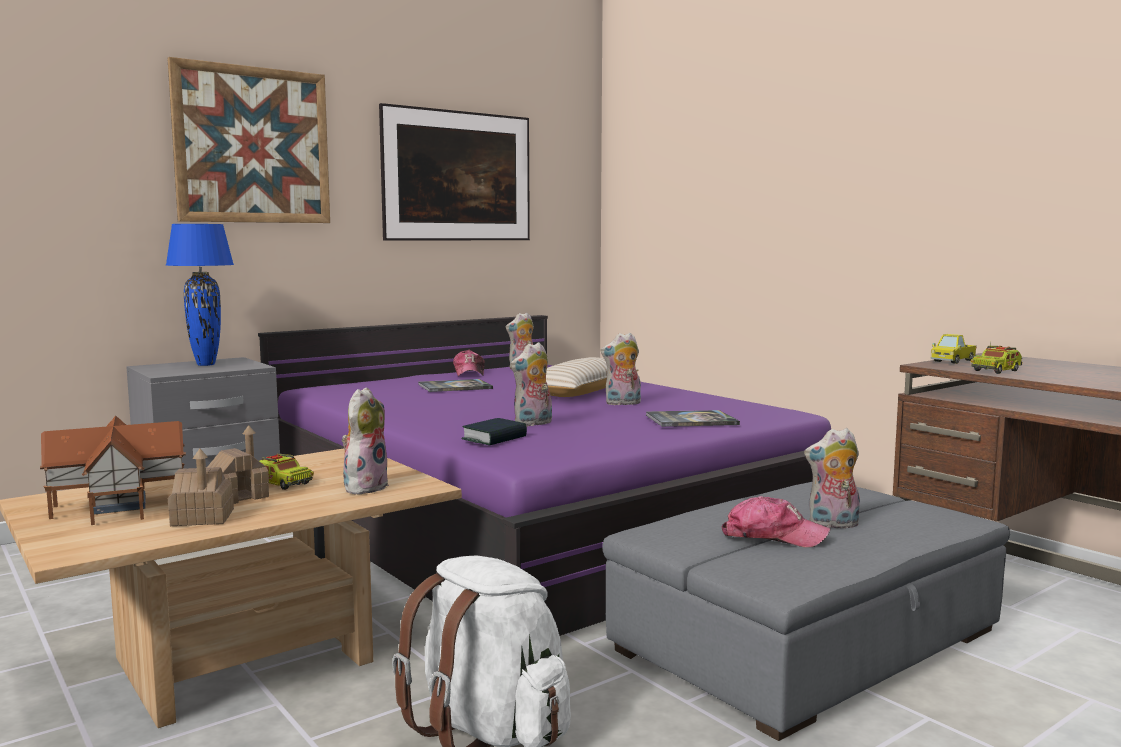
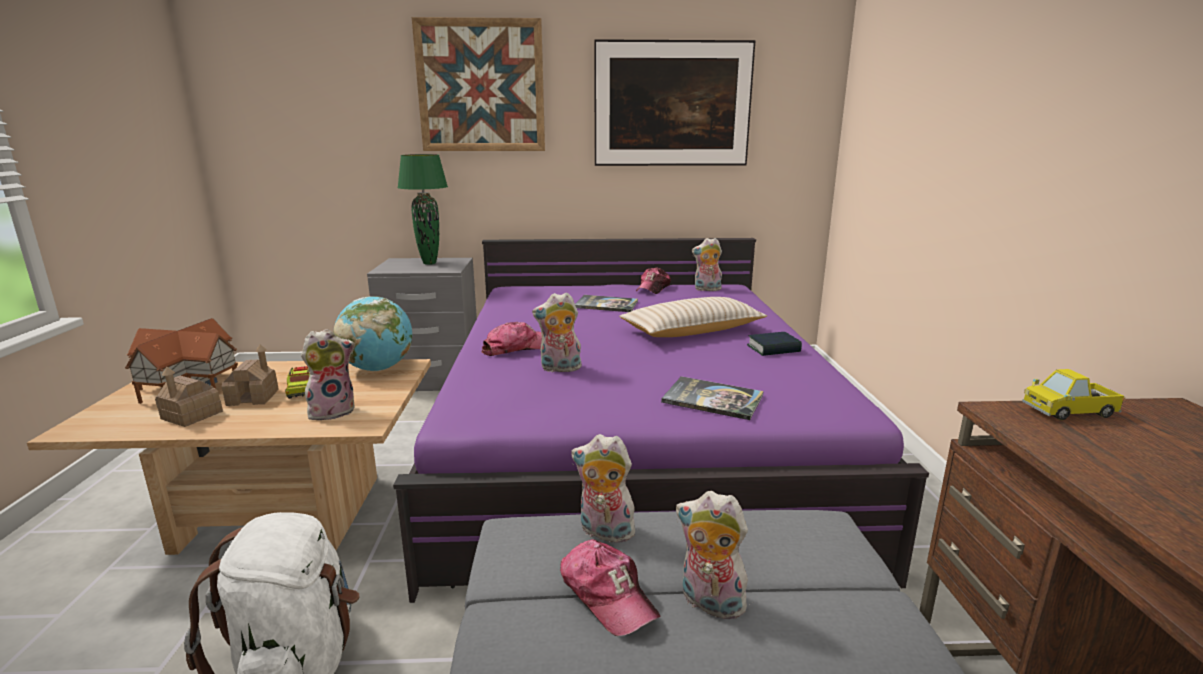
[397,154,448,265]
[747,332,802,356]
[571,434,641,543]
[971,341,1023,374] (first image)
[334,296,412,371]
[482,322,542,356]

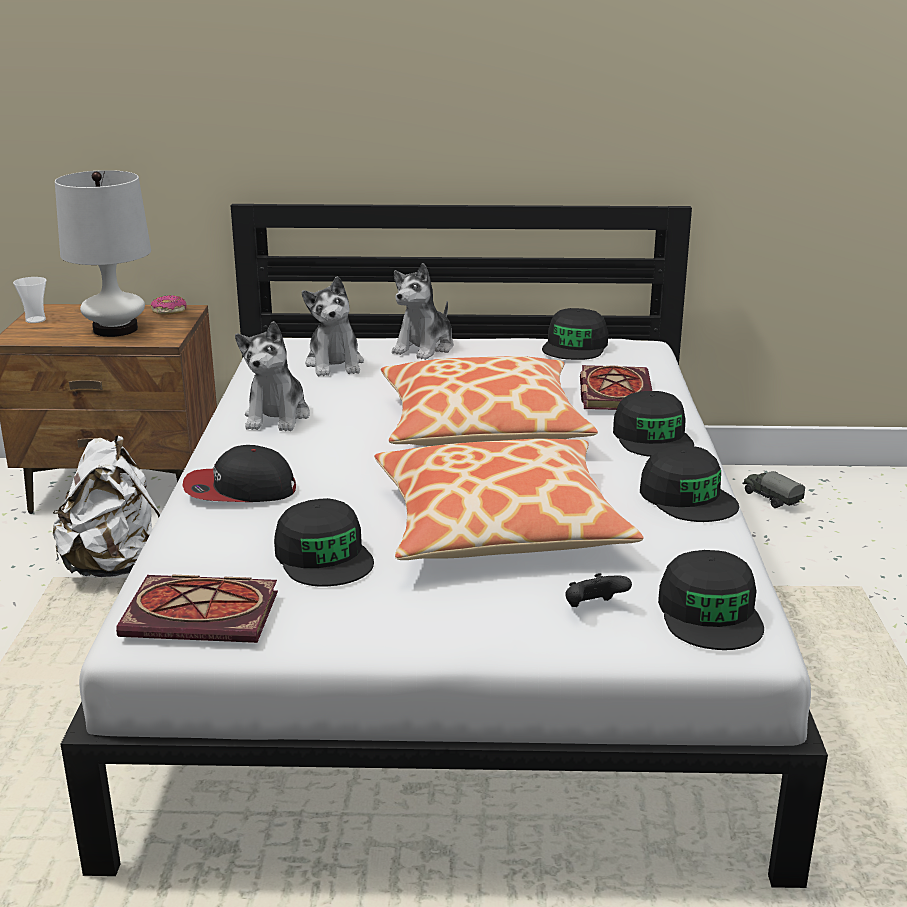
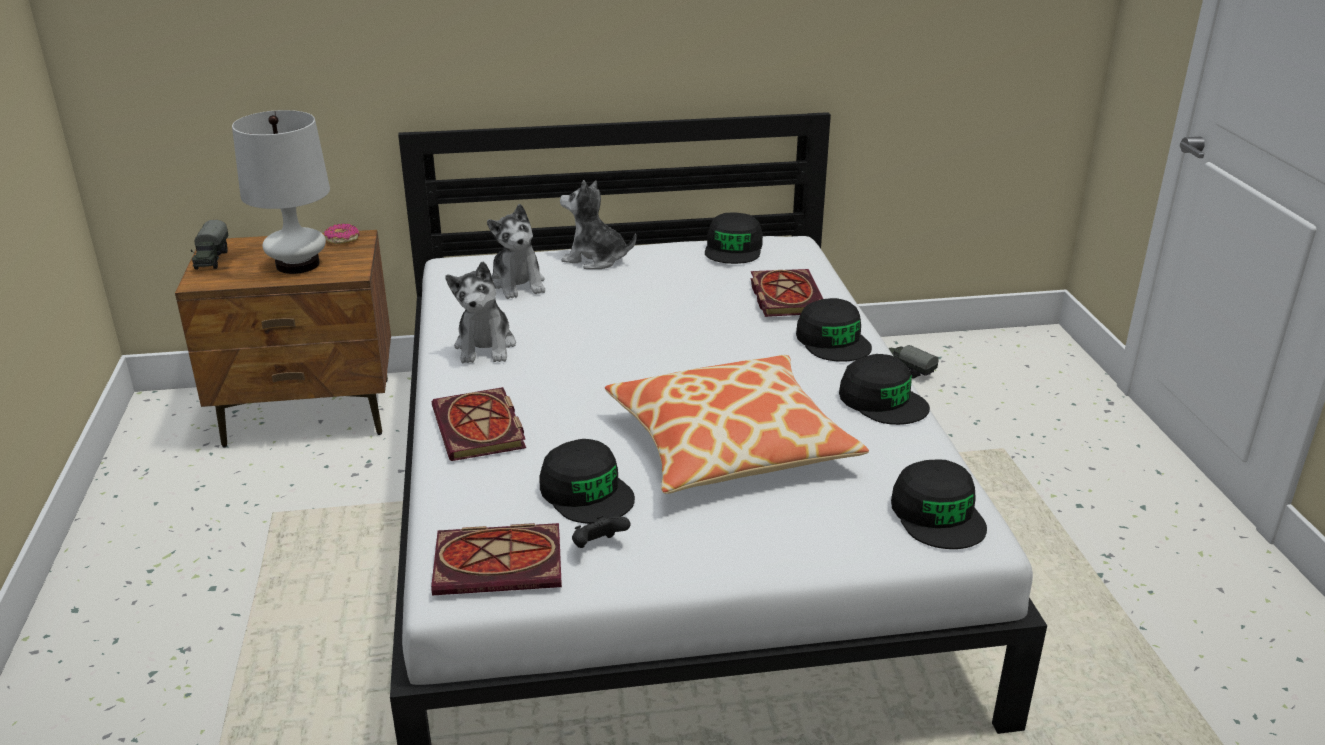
[191,220,228,270]
[53,435,161,577] (first image)
[432,387,526,461]
[381,356,598,446] (first image)
[560,180,636,269]
[572,515,630,548]

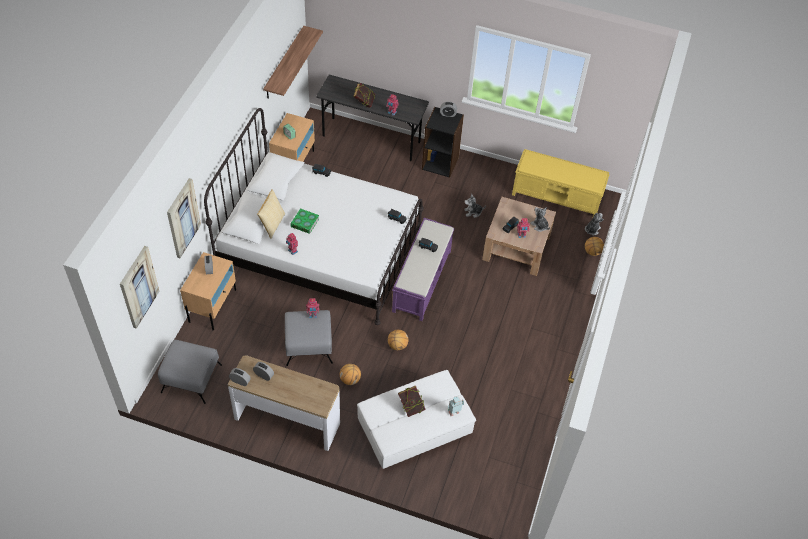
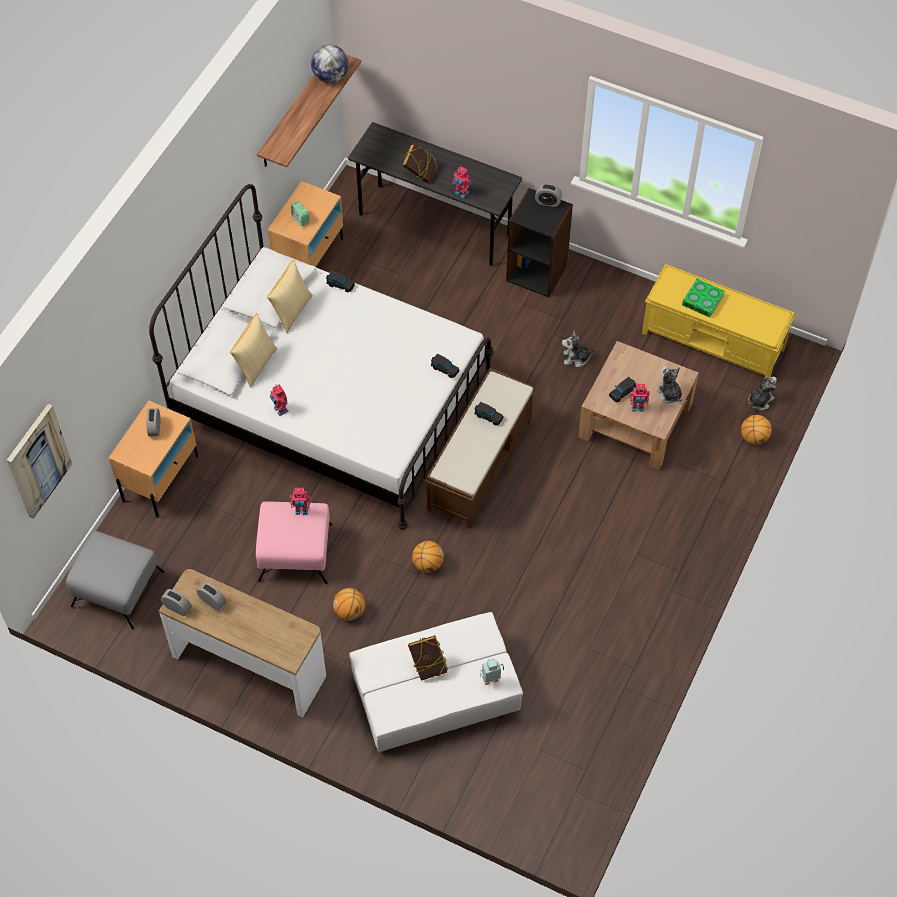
[167,178,201,258] (first image)
[256,501,332,584]
[682,279,724,318]
[425,368,535,529]
[267,260,313,333]
[311,44,349,83]

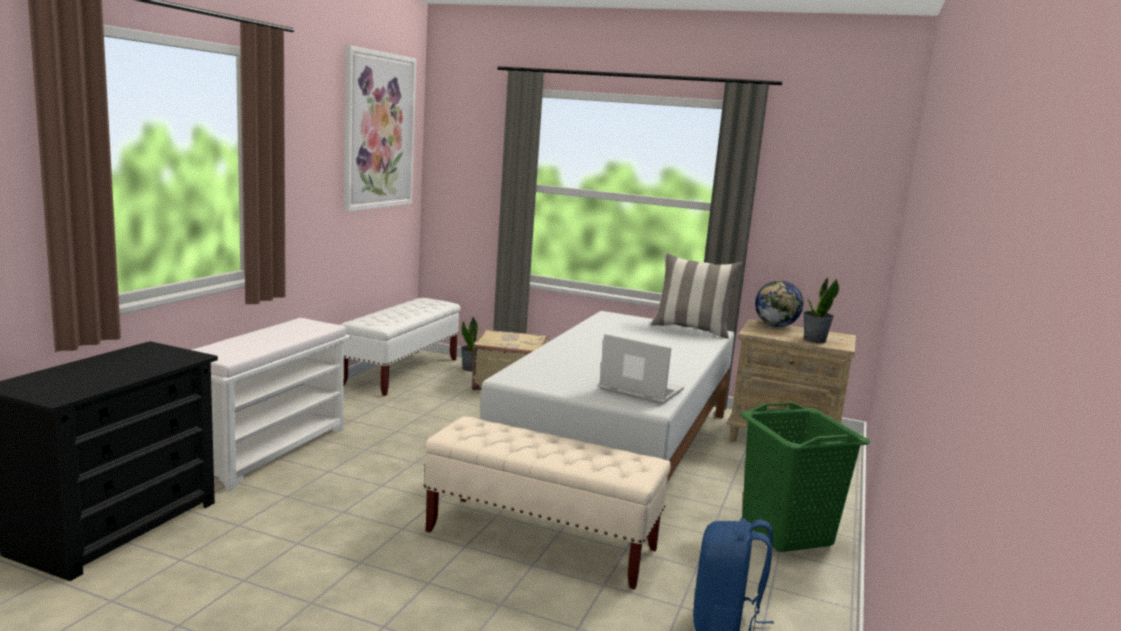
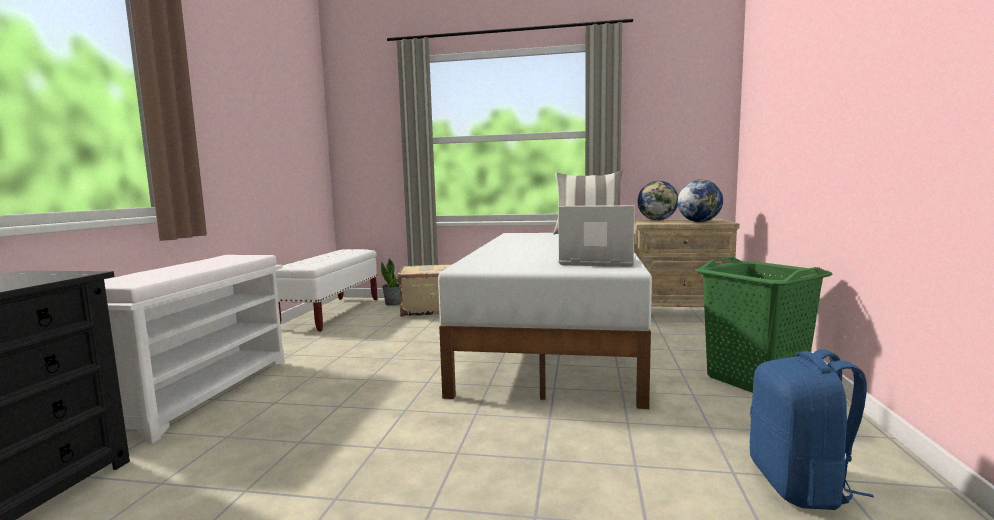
[344,45,417,212] (first image)
[424,416,671,589] (first image)
[677,180,723,222]

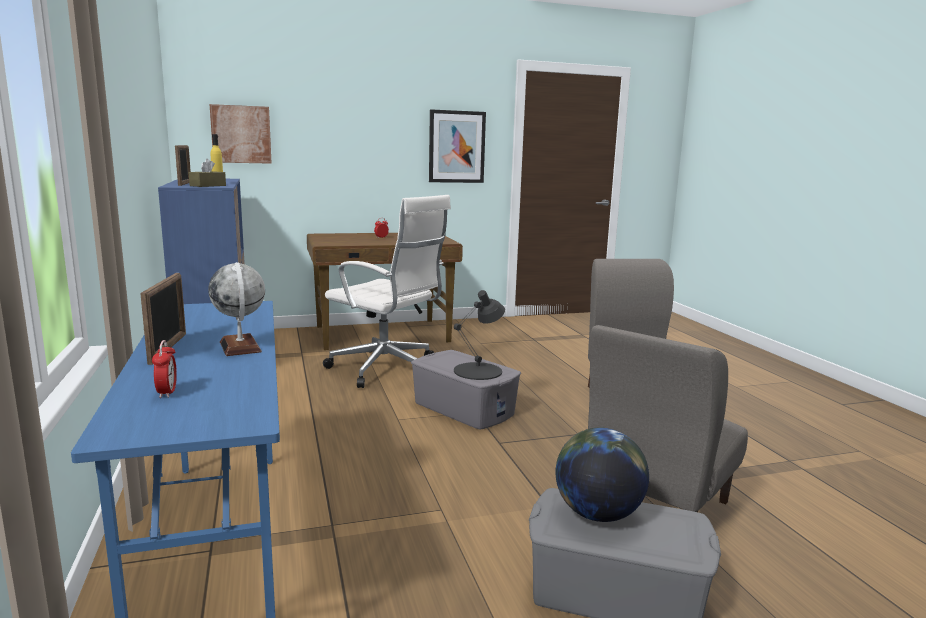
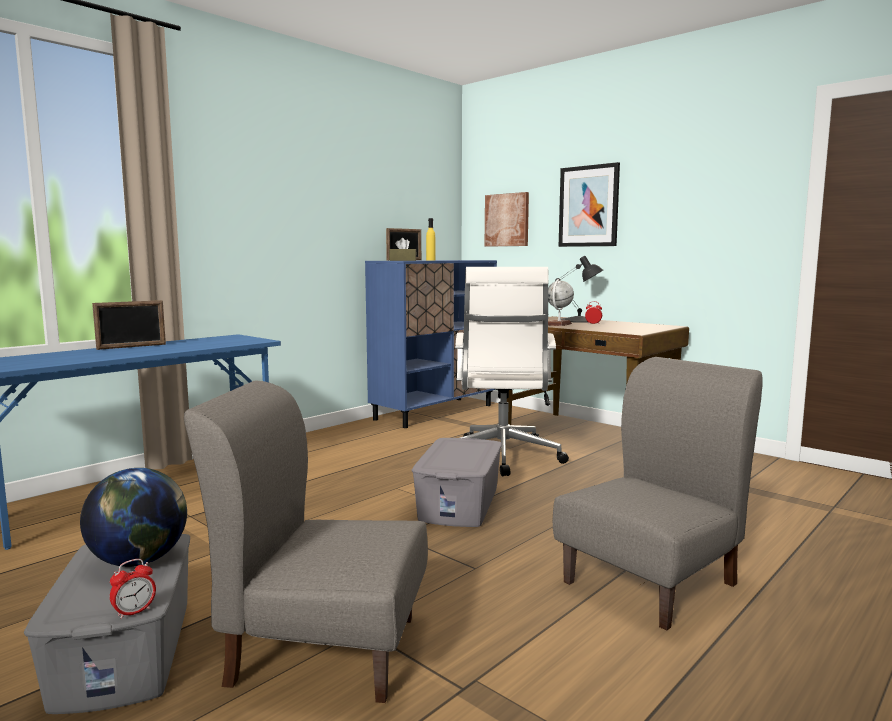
[110,559,156,619]
[548,279,574,326]
[559,162,620,247]
[555,256,603,323]

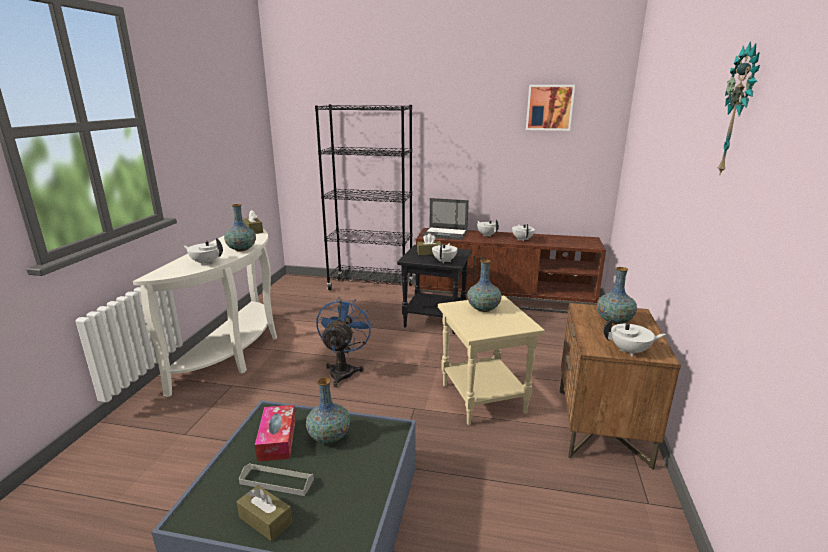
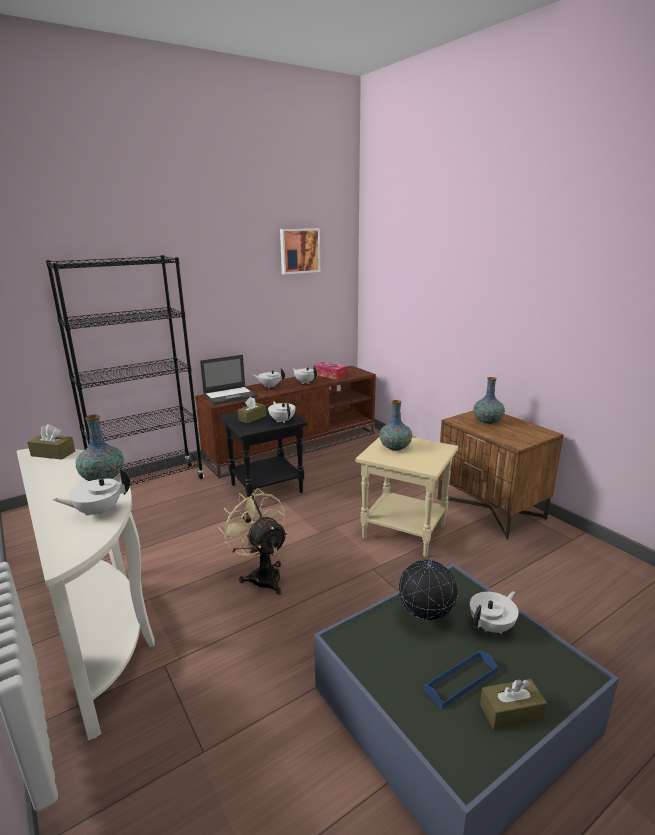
[424,650,498,709]
[314,362,347,380]
[399,558,458,621]
[218,488,288,595]
[470,591,519,634]
[718,41,760,176] (first image)

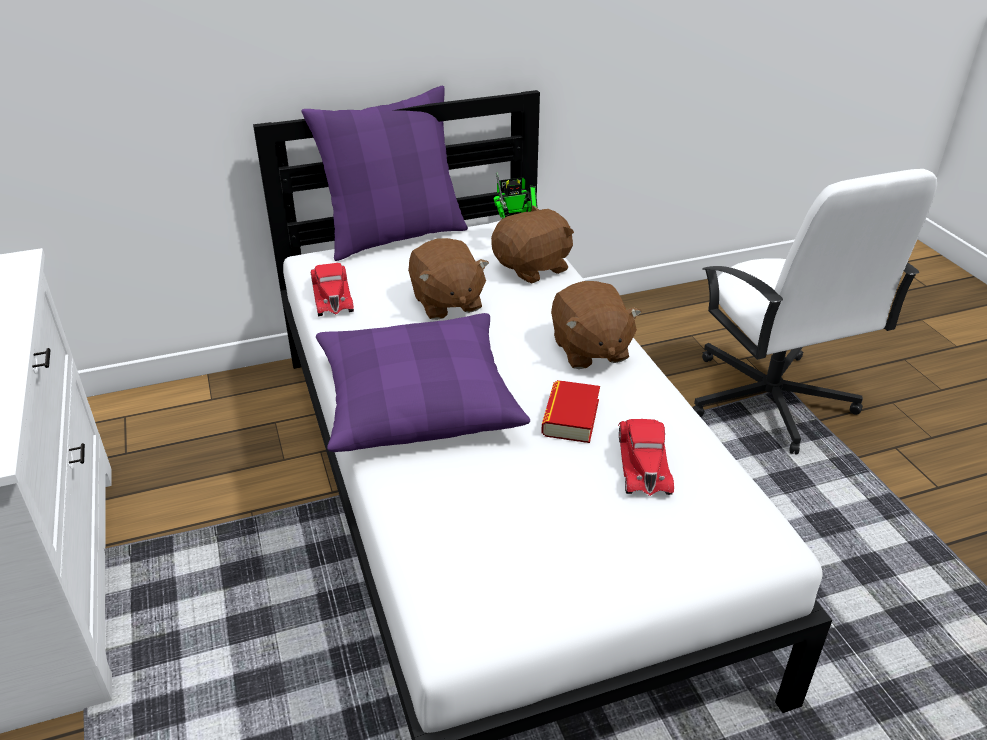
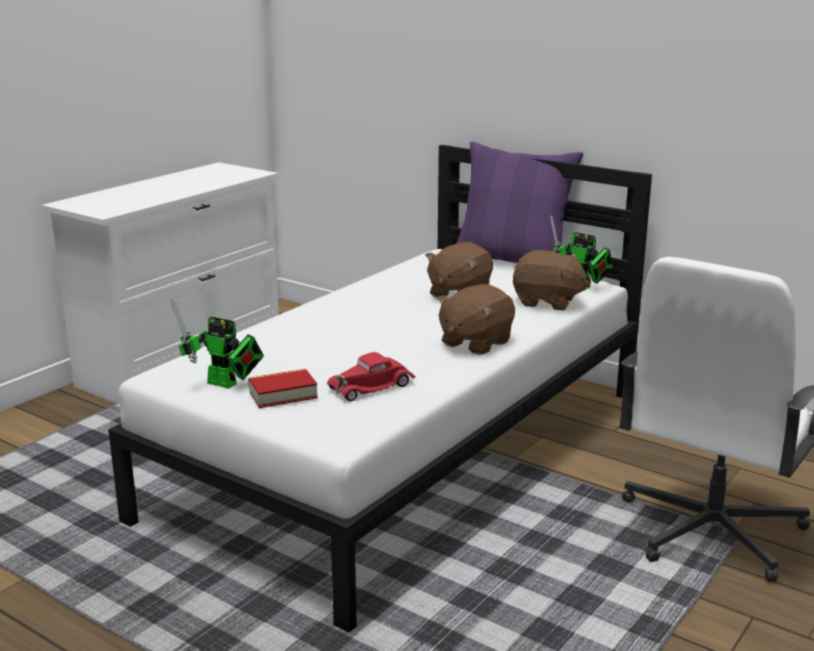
[311,263,354,316] (first image)
[316,313,530,452] (first image)
[248,369,318,408]
[171,299,264,389]

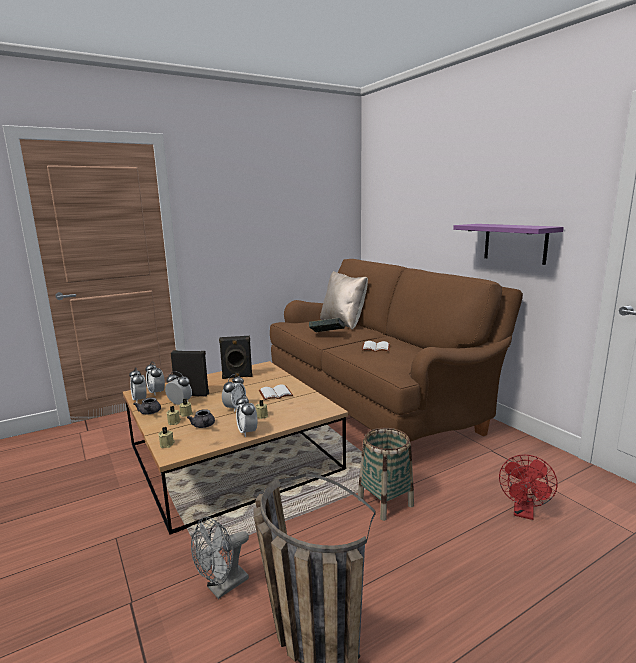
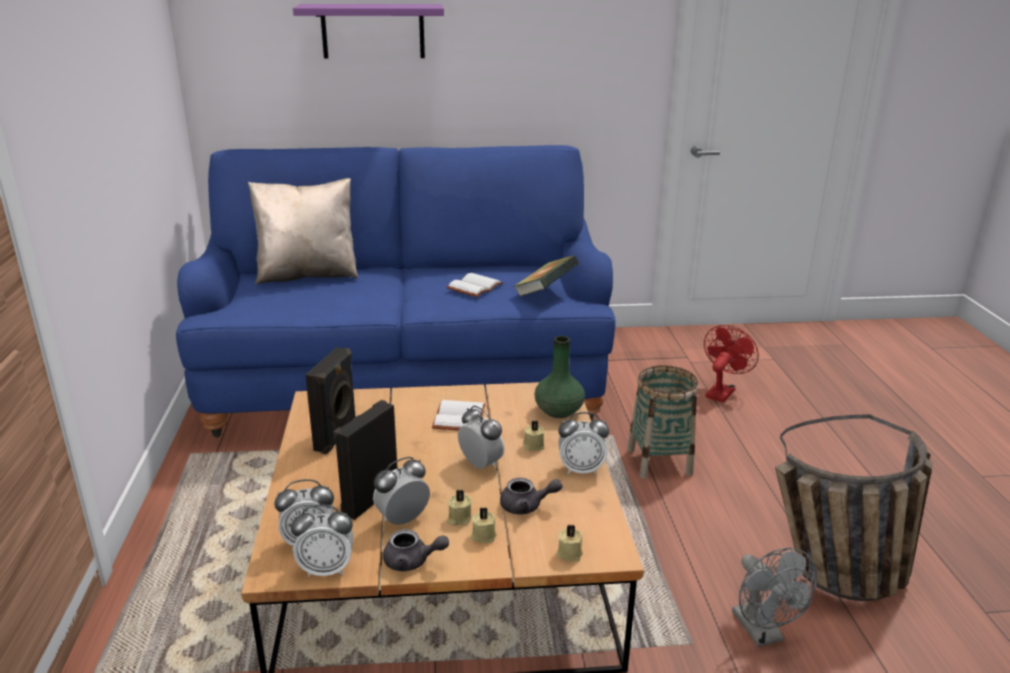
[176,145,616,438]
[513,255,579,297]
[293,4,444,59]
[704,325,759,403]
[534,336,585,418]

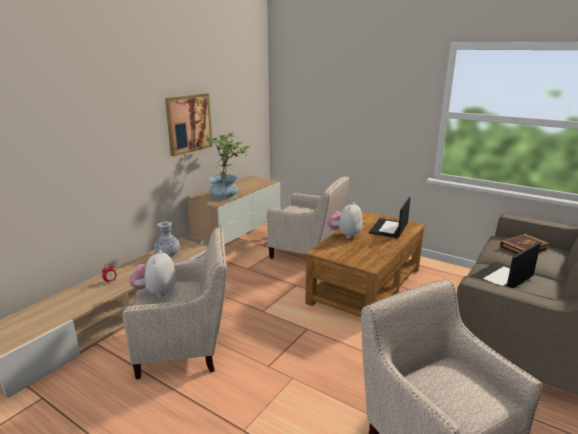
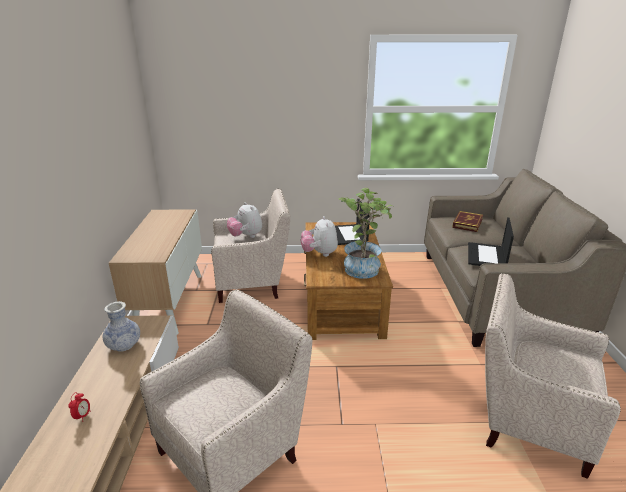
[227,202,262,238]
[165,93,213,156] (first image)
[339,188,393,279]

